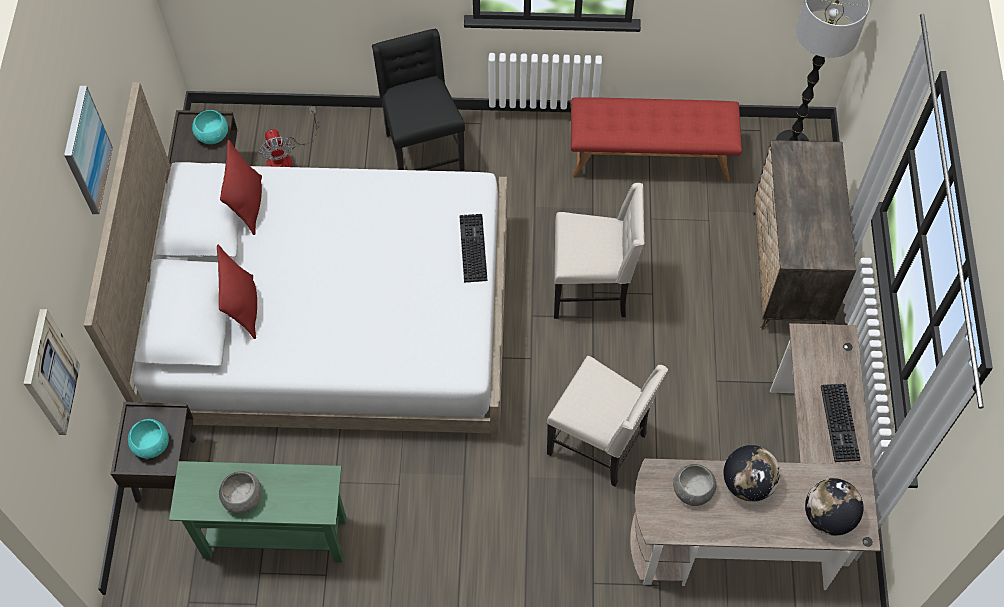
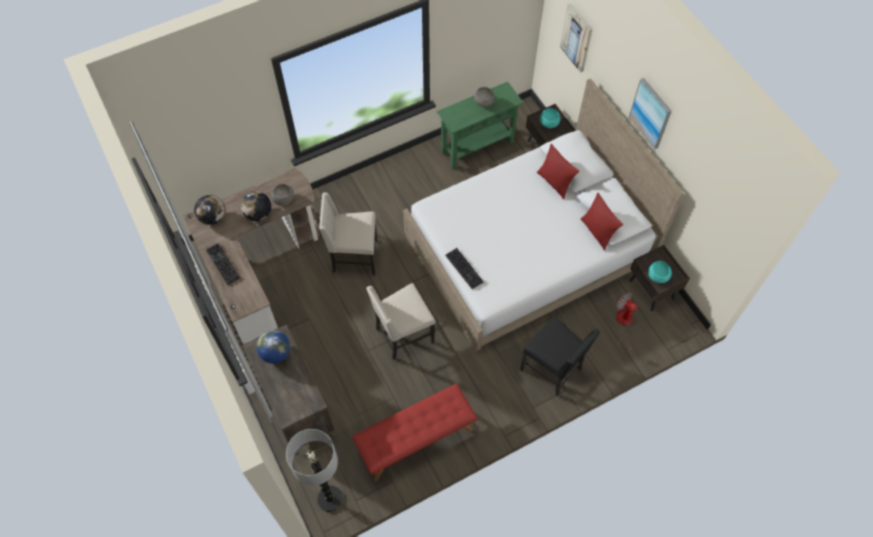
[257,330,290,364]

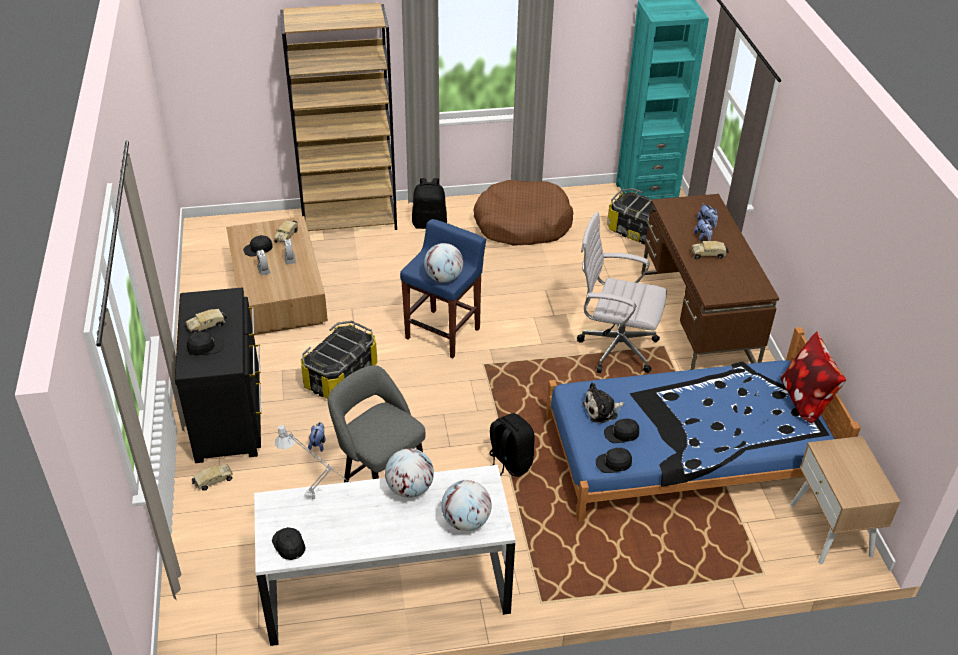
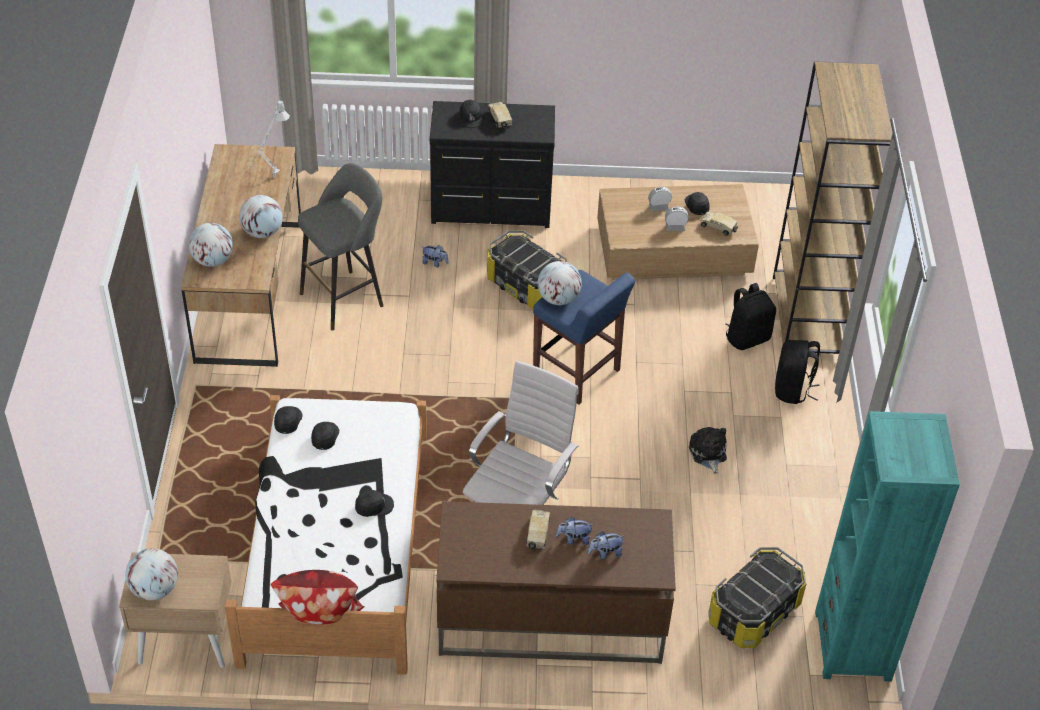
[192,464,233,491] (first image)
[181,144,301,367]
[355,490,394,517]
[474,180,573,246] (first image)
[725,283,776,350]
[225,395,427,675]
[689,427,727,474]
[125,548,178,600]

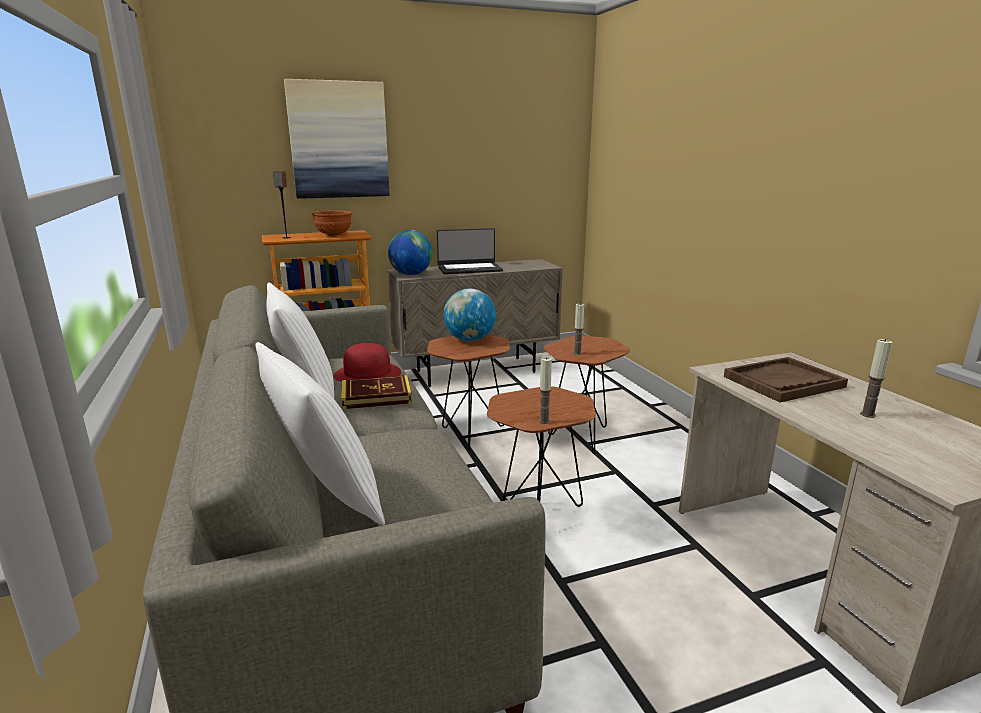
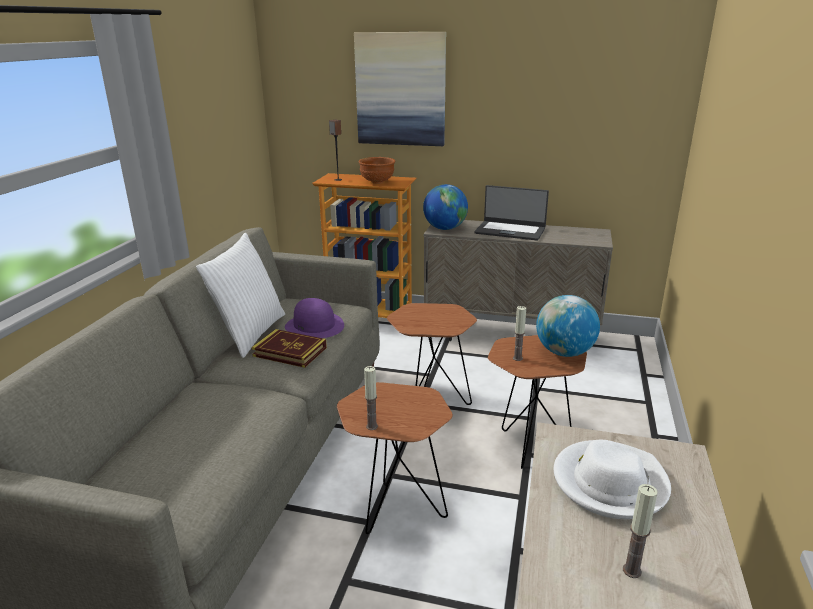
[256,342,385,525] (first image)
[285,298,344,338]
[536,295,600,357]
[554,440,671,519]

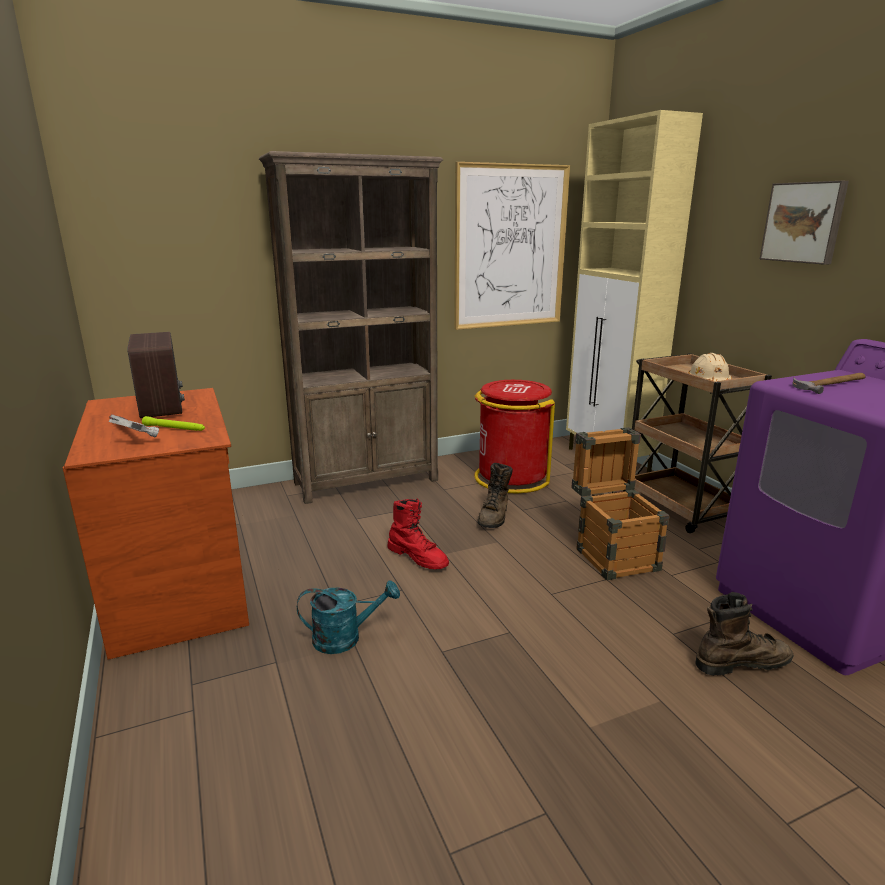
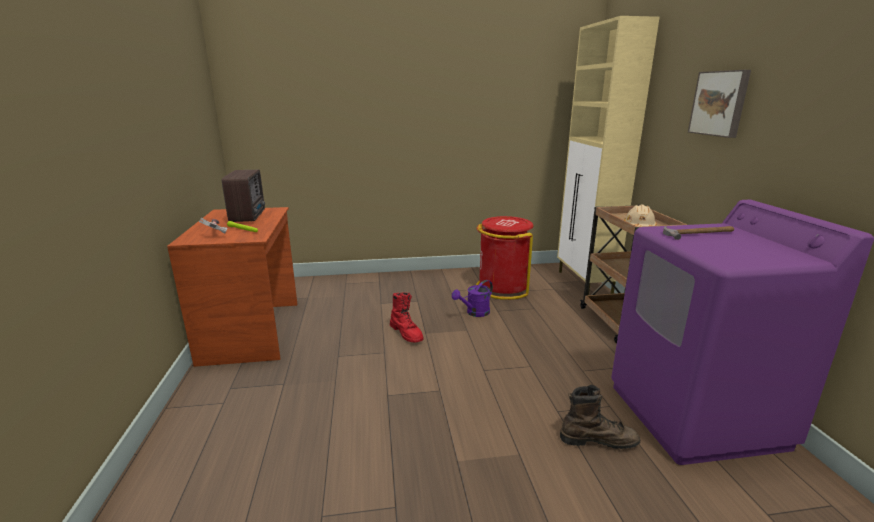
[259,151,443,504] (first image)
[297,580,400,654] (first image)
[454,162,570,330] (first image)
[452,280,493,317]
[572,427,670,580] (first image)

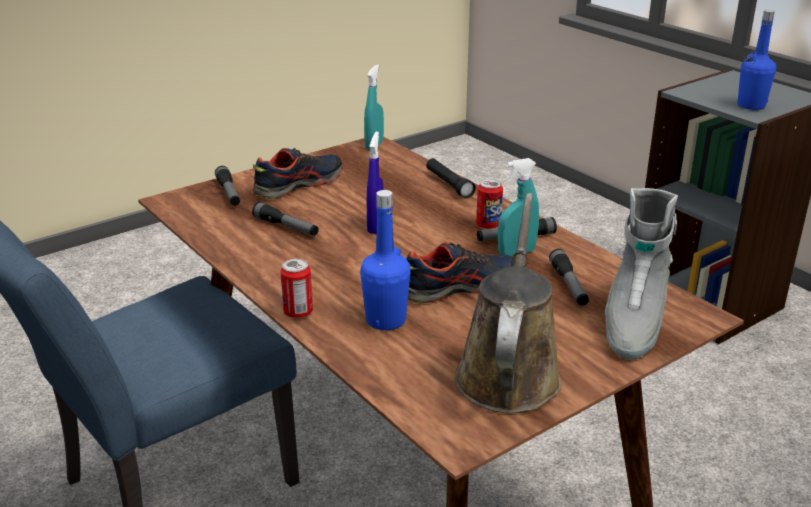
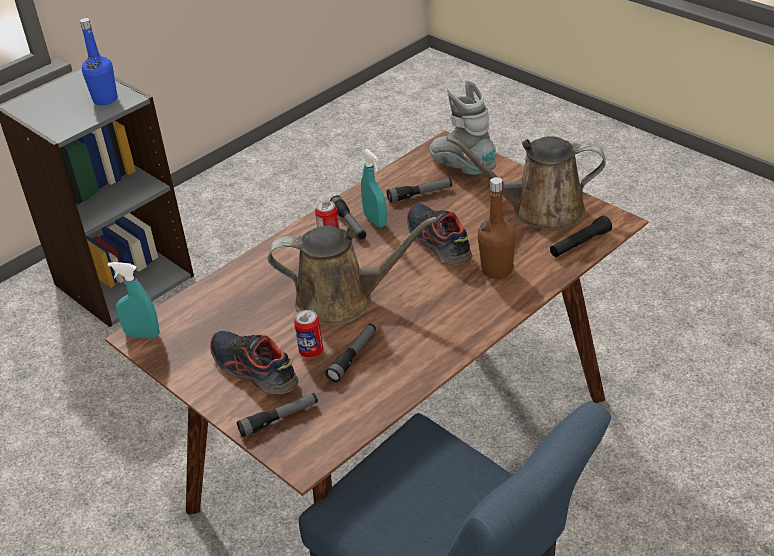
[294,310,323,358]
[478,177,516,279]
[268,217,437,326]
[550,215,612,257]
[430,79,497,175]

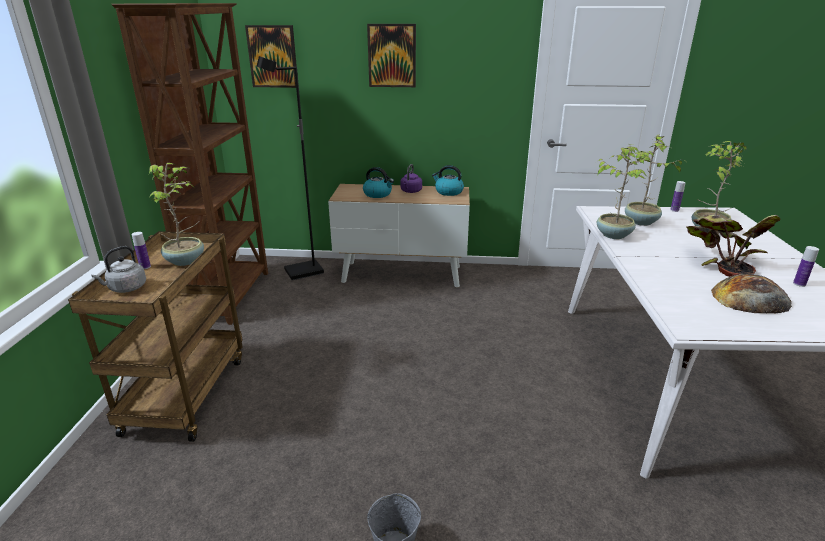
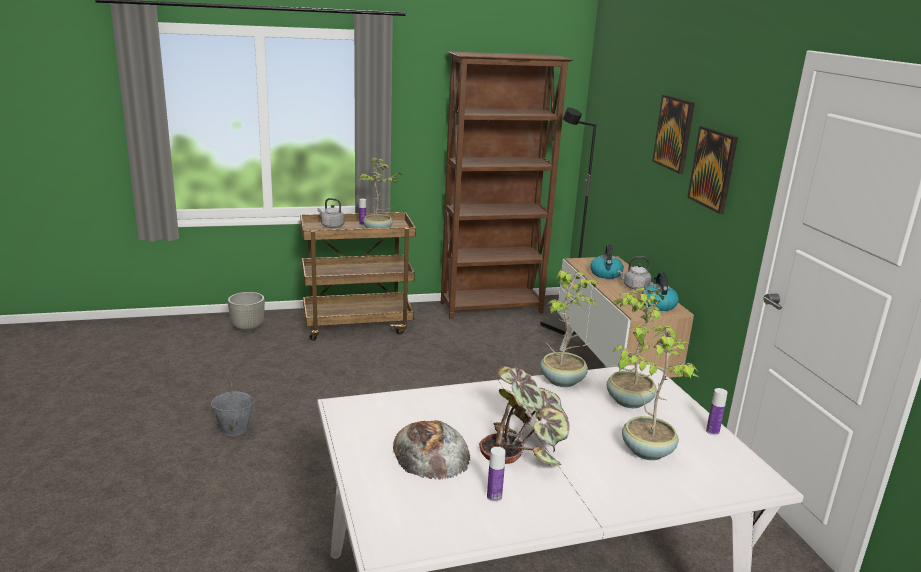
[687,126,738,214]
[617,256,651,289]
[228,292,265,332]

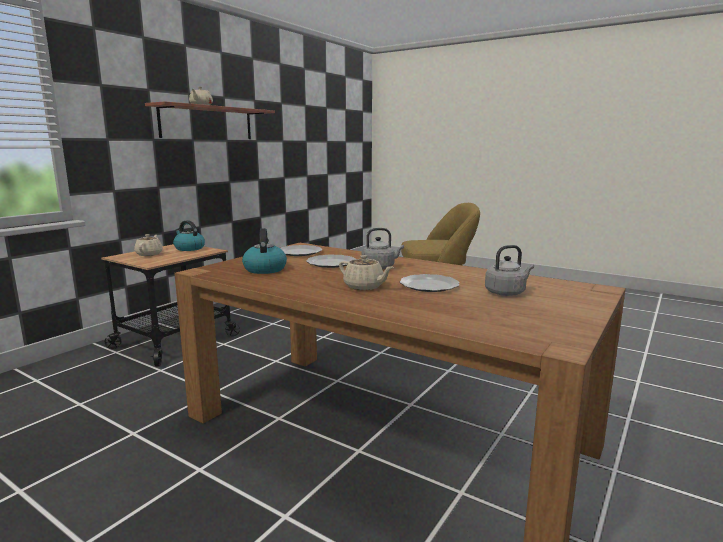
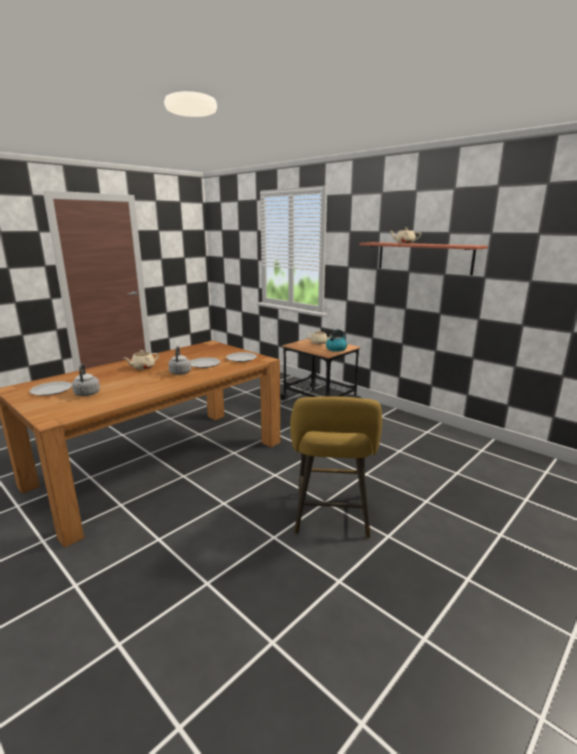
[242,228,287,274] (first image)
[29,381,72,396]

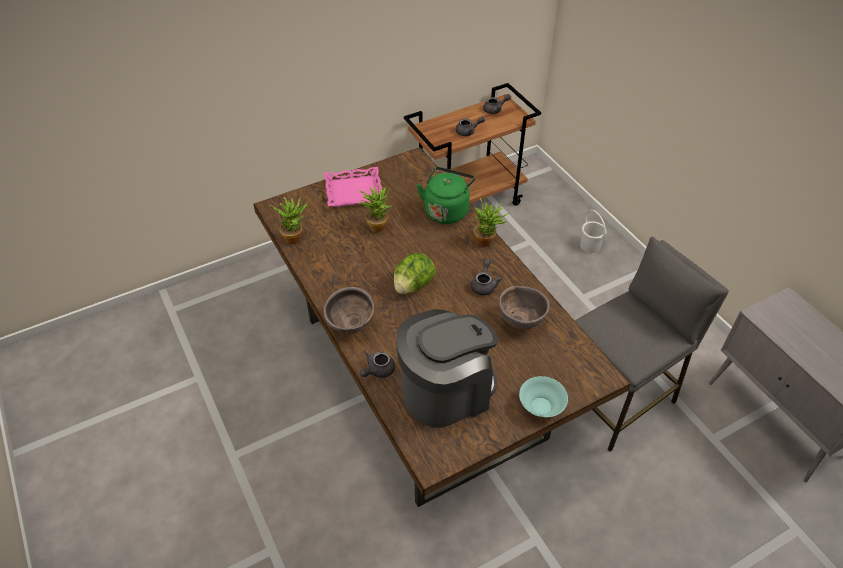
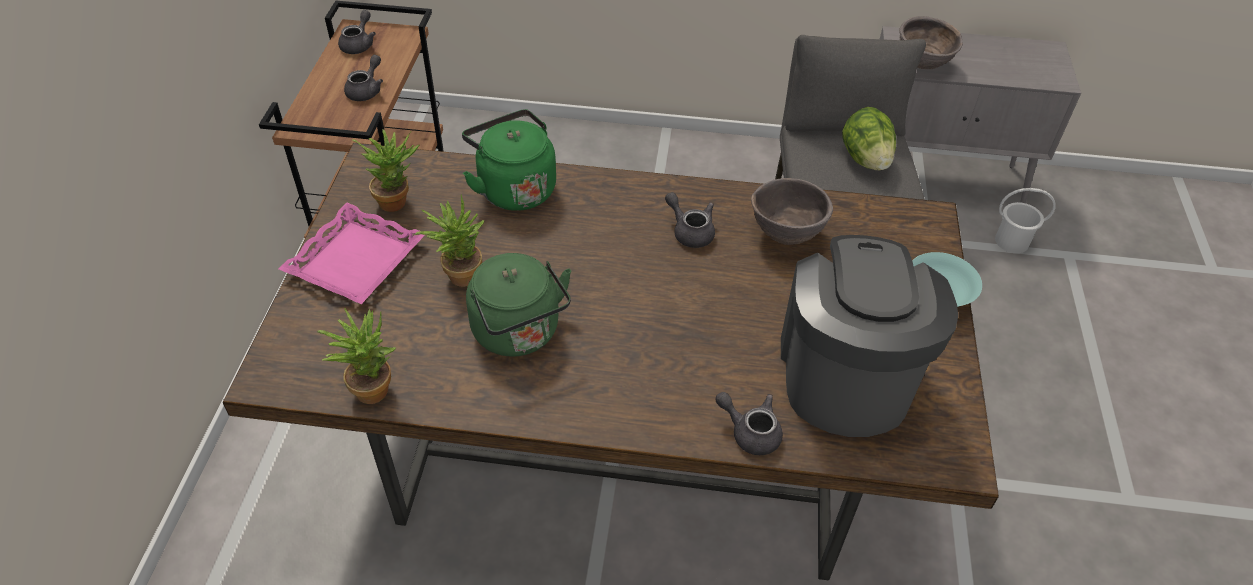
[899,16,963,69]
[715,392,783,455]
[842,107,896,170]
[352,129,419,212]
[995,188,1056,253]
[466,253,571,357]

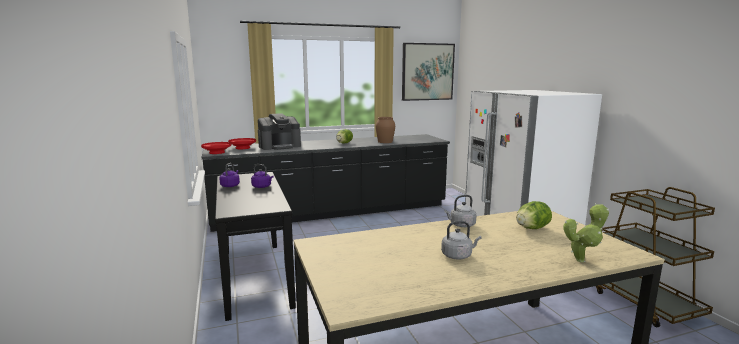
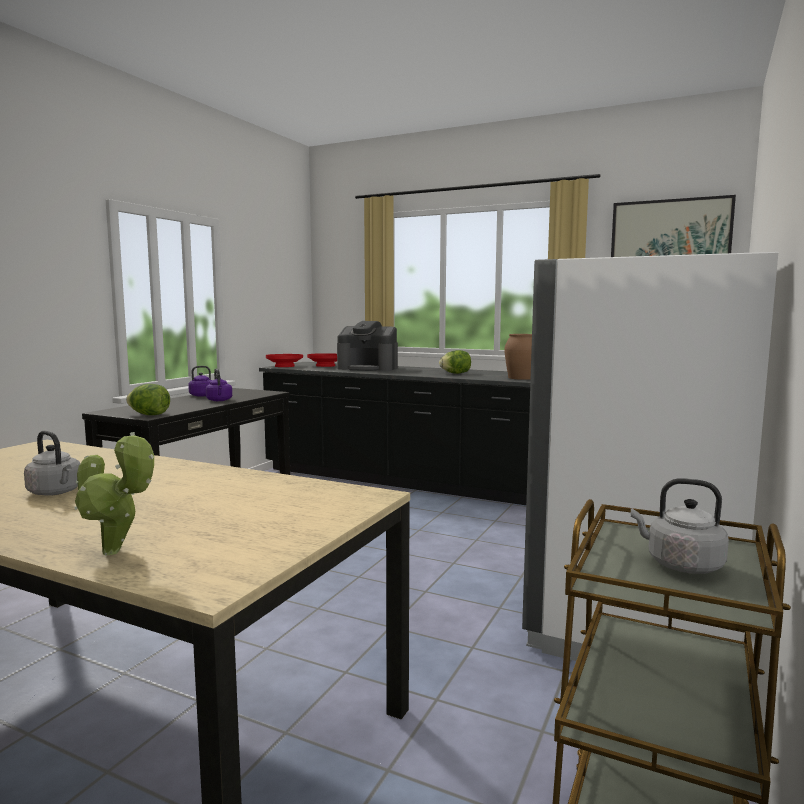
[631,478,729,574]
[126,384,170,415]

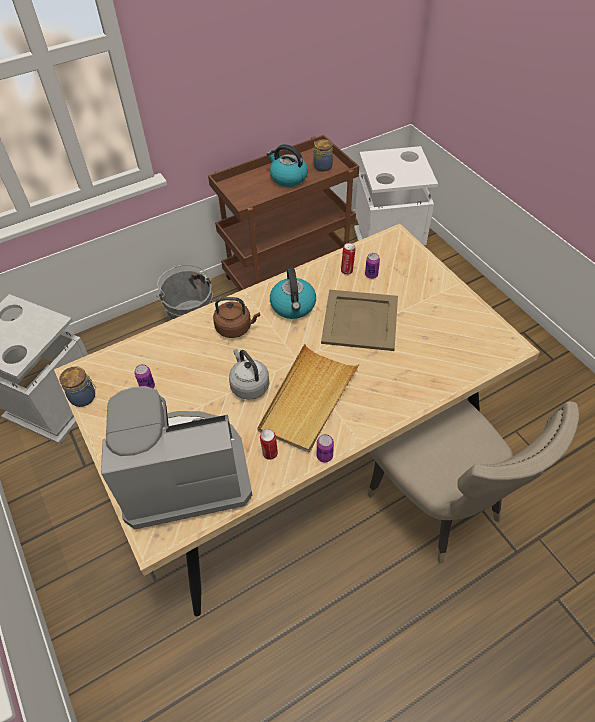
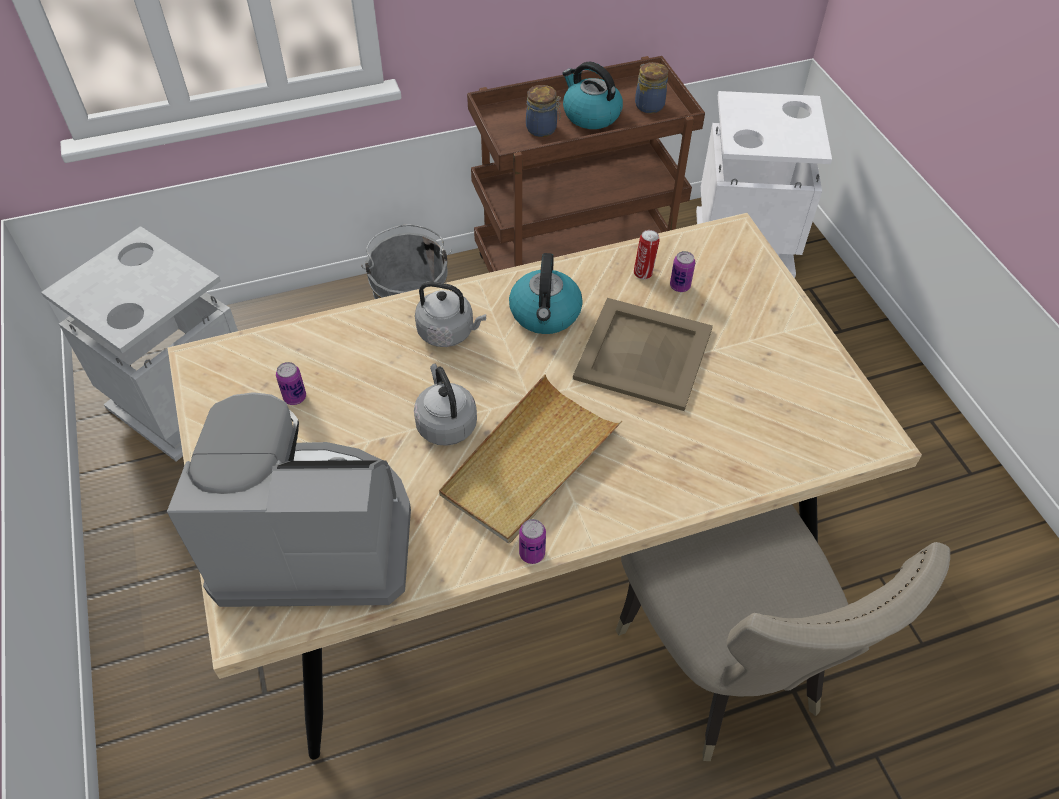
[526,85,561,137]
[415,281,486,347]
[260,429,278,460] (first image)

